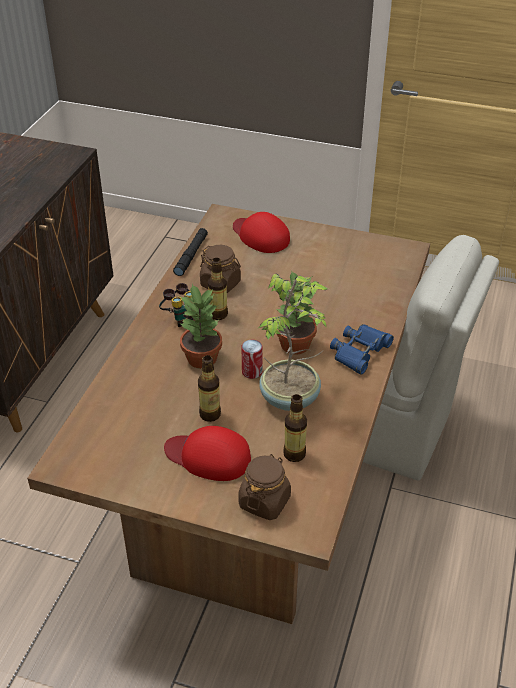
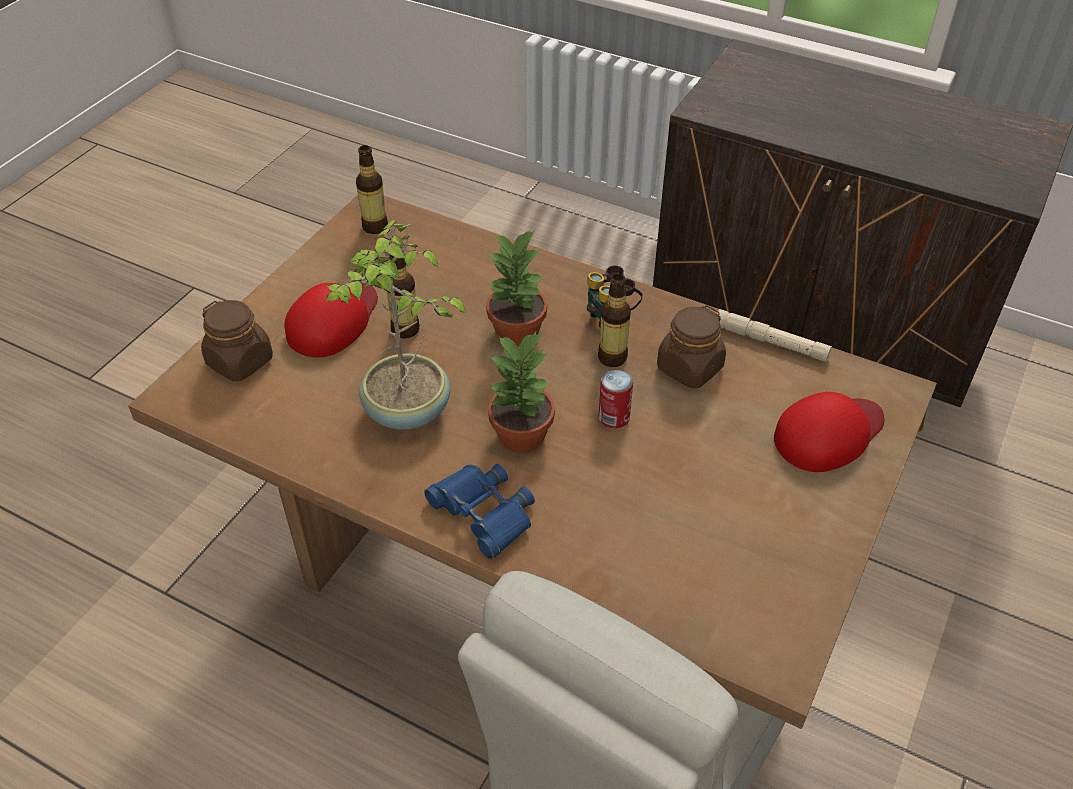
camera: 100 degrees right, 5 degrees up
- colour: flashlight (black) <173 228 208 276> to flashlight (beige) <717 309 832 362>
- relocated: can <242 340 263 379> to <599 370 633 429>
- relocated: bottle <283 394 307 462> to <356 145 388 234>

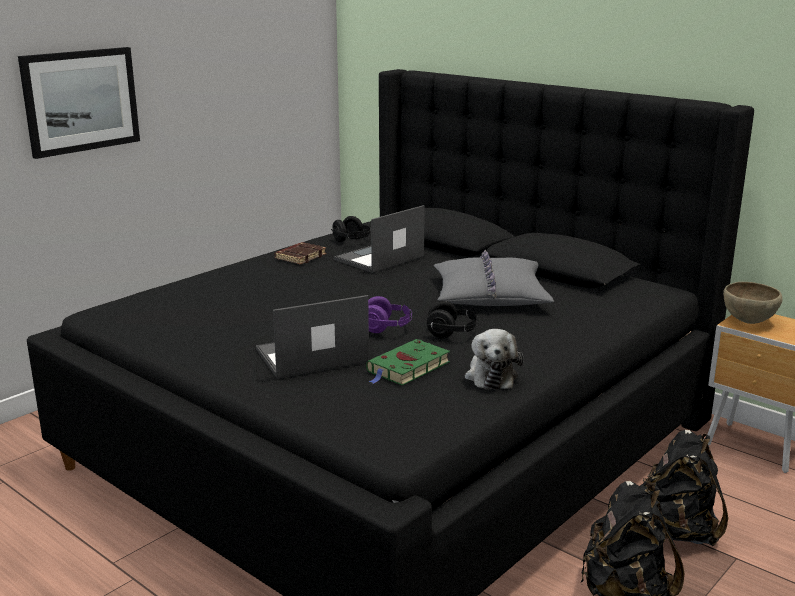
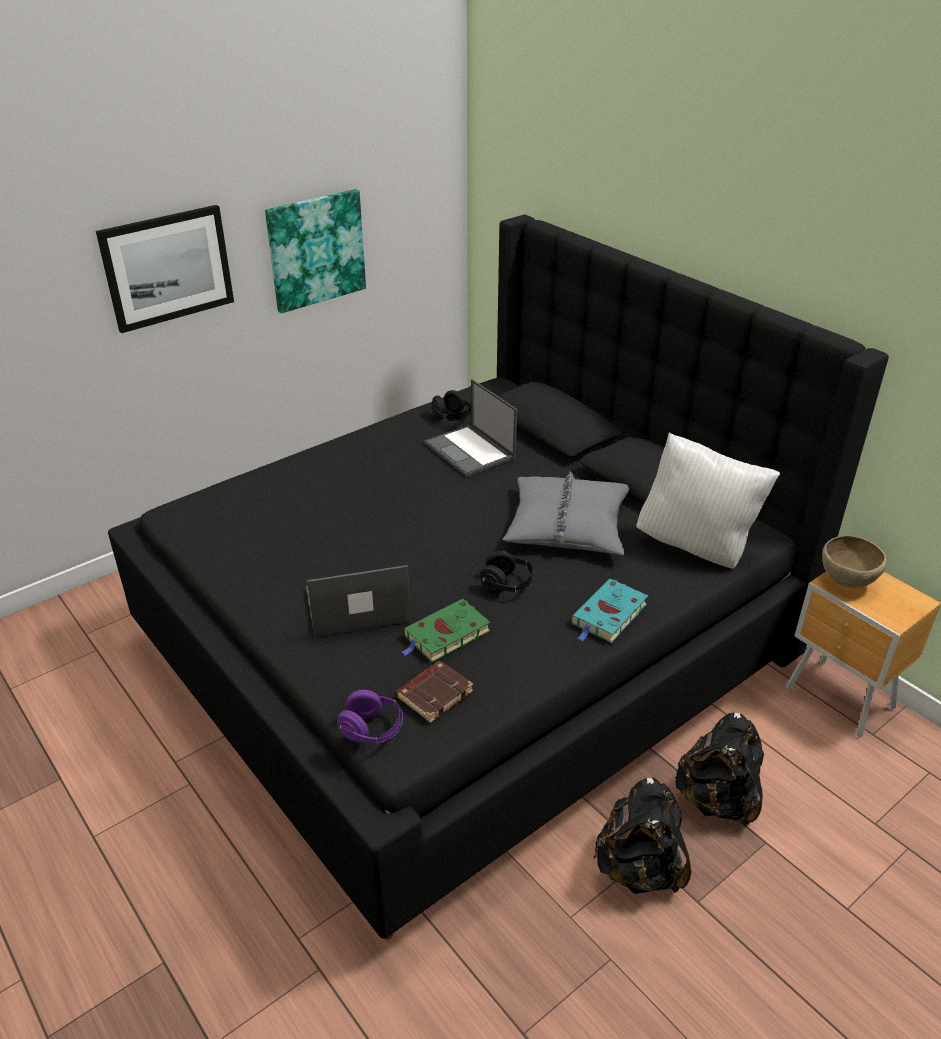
camera: 10 degrees right, 15 degrees up
- relocated: book (brown) <275 242 326 265> to <396 661 474 723>
- spun: laptop <334 205 425 273> = <424 379 517 477> 90 degrees counterclockwise
- relocated: headphones (purple) <368 296 412 333> to <336 690 403 744>
- missing: plush toy <465 329 523 390>
- appeared: picture <265 189 366 313>
- appeared: book (turquoise) <571 579 648 643>
- appeared: pillow (white) <636 433 780 568>

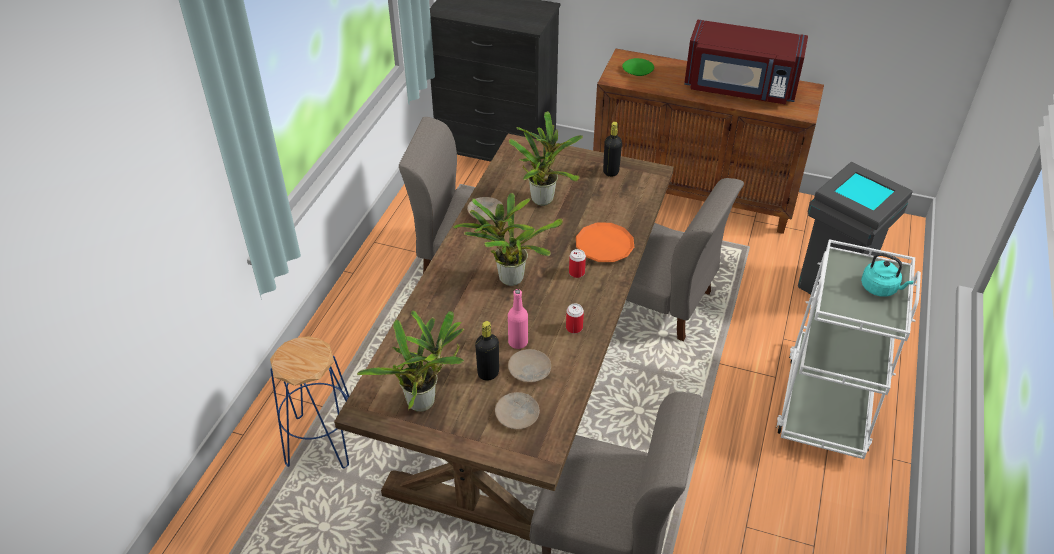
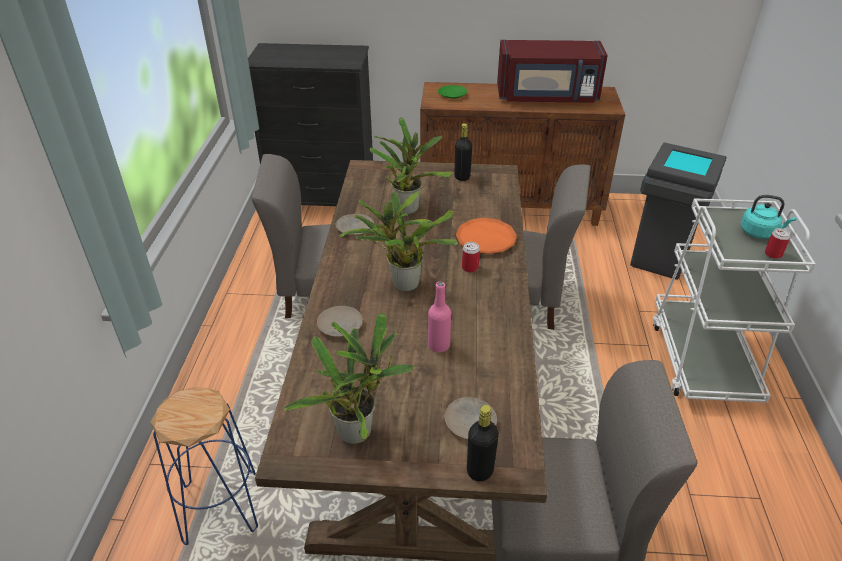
camera: 15 degrees left, 5 degrees down
- relocated: bottle (black) <475 321 499 381> to <467 405 499 481>
- relocated: plate (beige) <508 349 551 382> to <317 306 363 337>
- relocated: can <566 304 584 334> to <765 228 791 259>

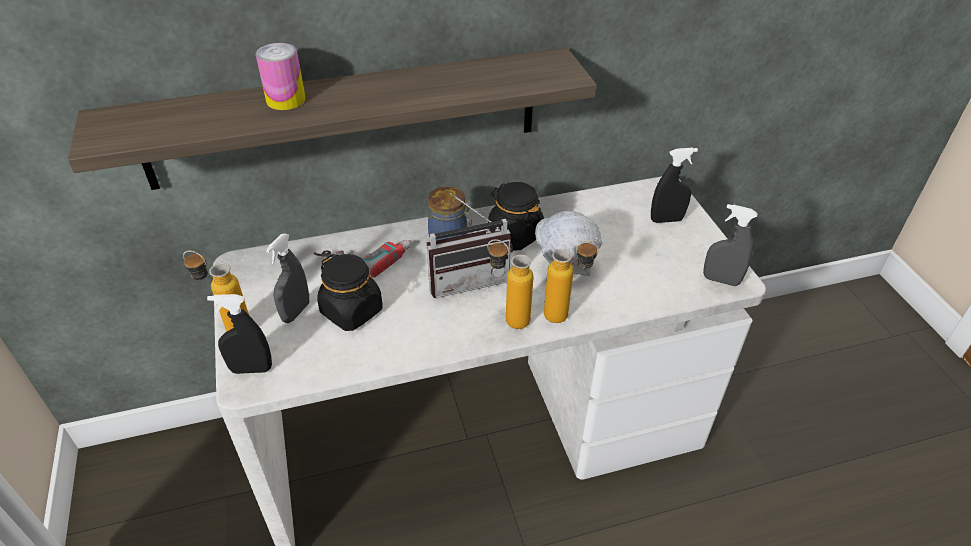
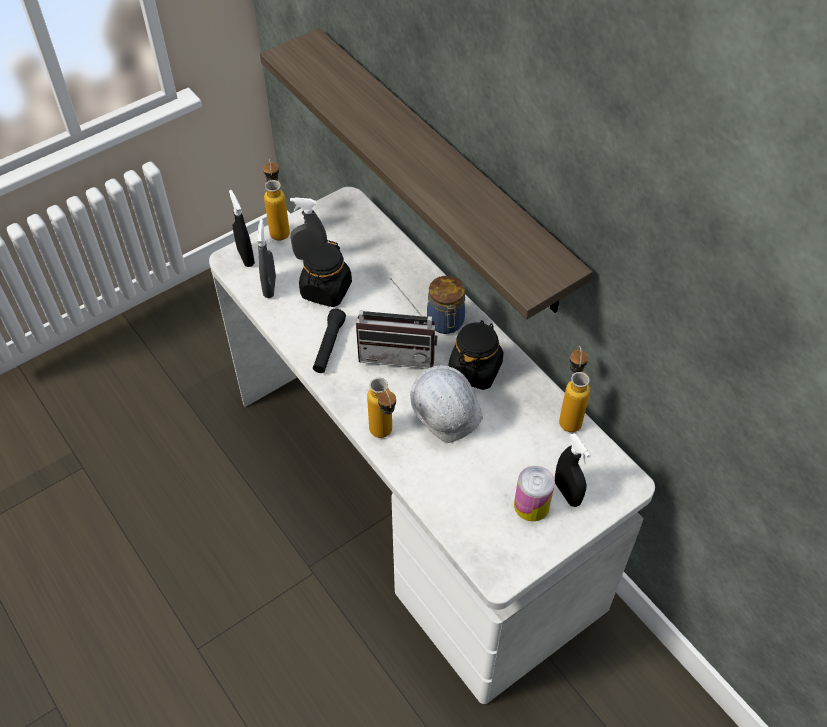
camera: 70 degrees right, 10 degrees up
- relocated: can <256 43 306 110> to <514 466 555 521>
- missing: power drill <313 240 411 277>
- spun: radio <427 192 513 298> = <356 278 437 369> 45 degrees counterclockwise
- relocated: bottle <488 239 533 329> to <559 346 590 432>
- relocated: spray bottle (grey) <703 204 758 286> to <257 219 276 298>
- appeared: flashlight (black) <313 309 346 373>

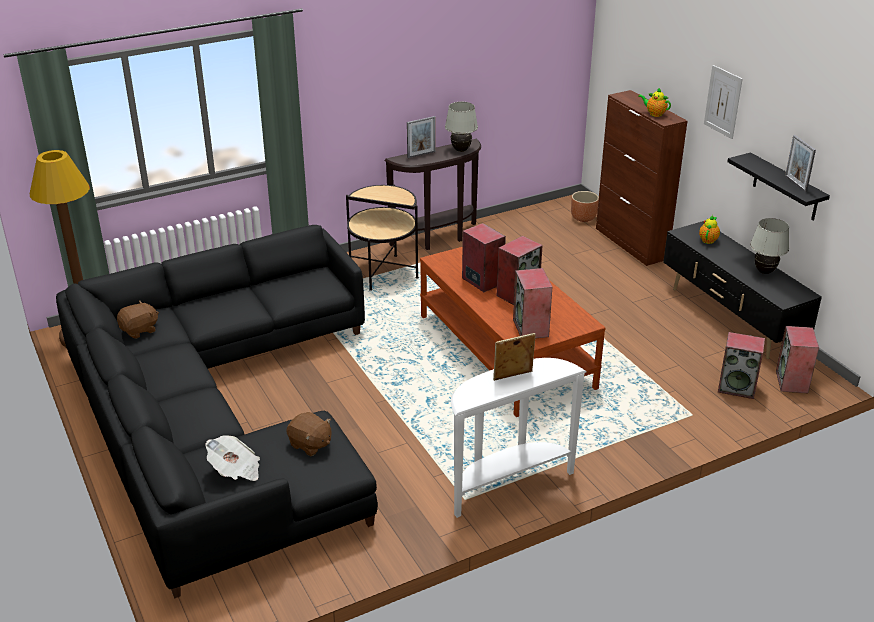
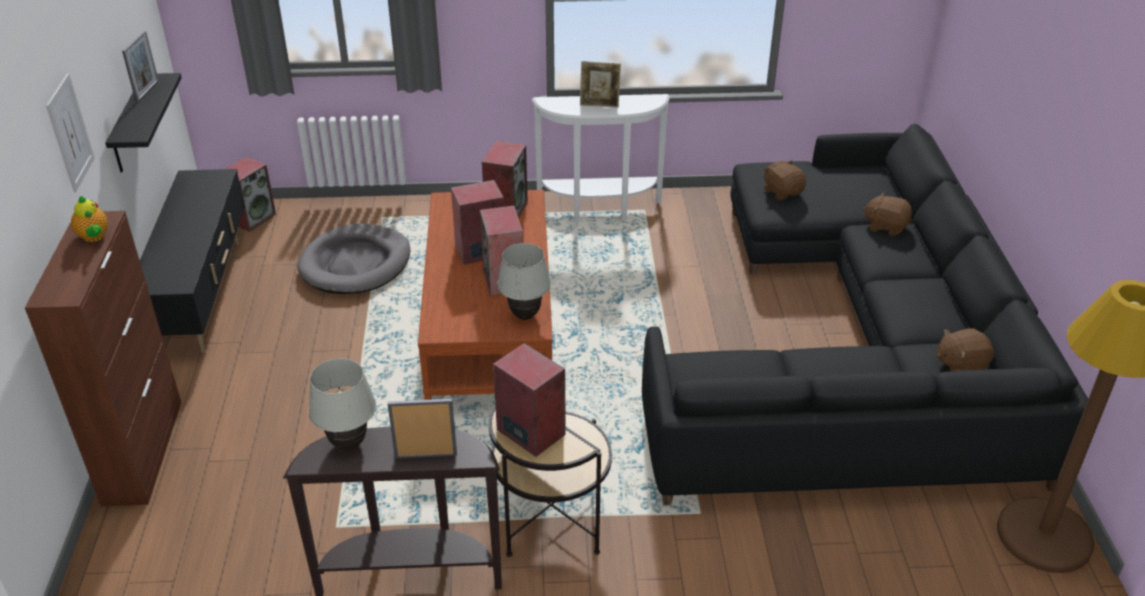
camera: 155 degrees left, 5 degrees up
- missing: newspaper <205 435 260 481>
- missing: planter (brown) <571 191 599 222>
- missing: teapot <699 215 720 244>
- relocated: speaker <718 332 765 399> to <493 343 566 457>
- relocated: table lamp (white) <750 218 789 274> to <497 243 551 320>
- appeared: dog bed (grey) <297 224 410 294>
- appeared: plush toy (brown) <863 192 912 236>

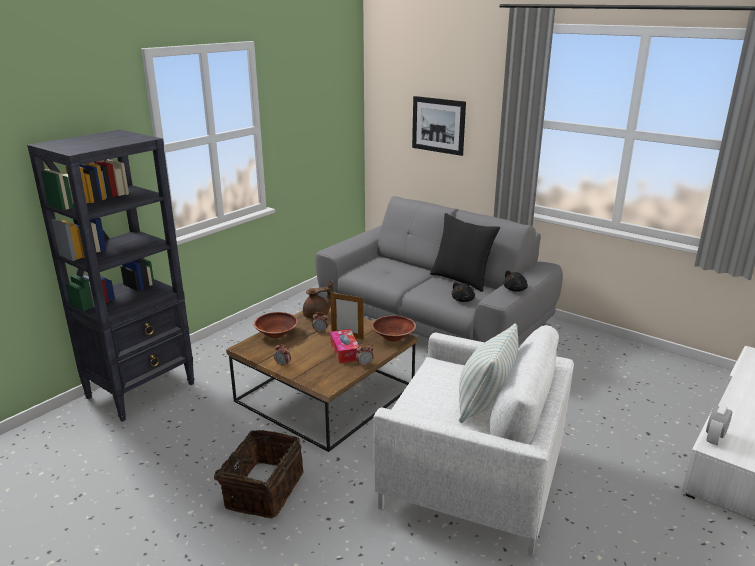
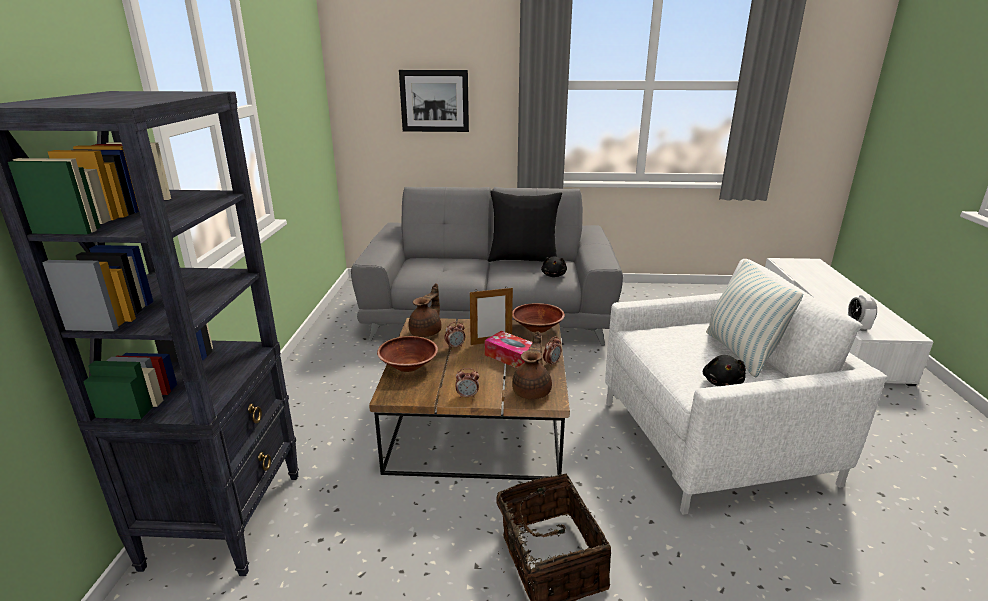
camera: 35 degrees left, 0 degrees up
- relocated: plush toy (black) <503 270 528 292> to <703 355 746 386>
- appeared: teapot (brown) <512 331 552 399>

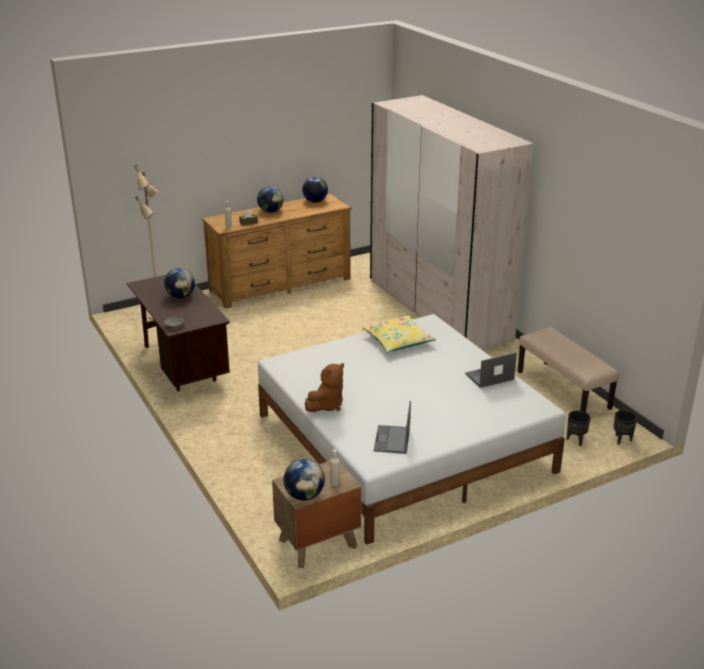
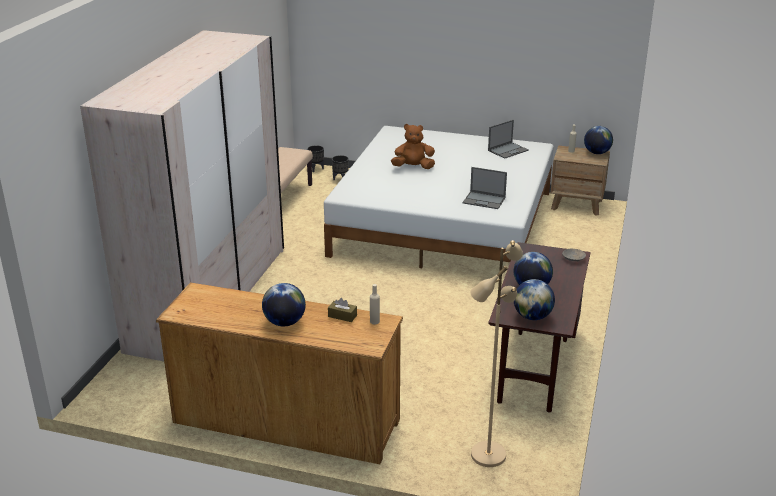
camera: 135 degrees left, 0 degrees up
- relocated: globe <302 177 328 203> to <514 279 555 320>
- relocated: plush toy (brown) <305 363 344 412> to <391 124 435 169>
- missing: pillow (yellow) <362 315 436 353>
- relocated: laptop <465 353 517 388> to <463 167 507 209>

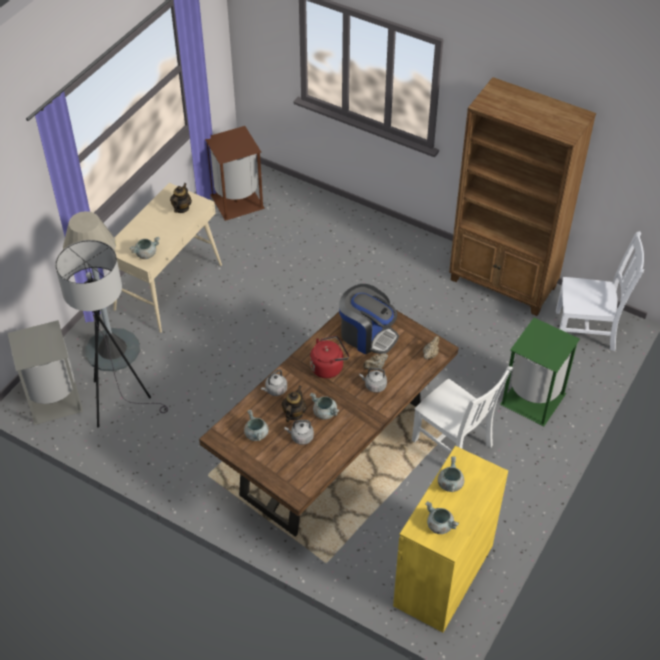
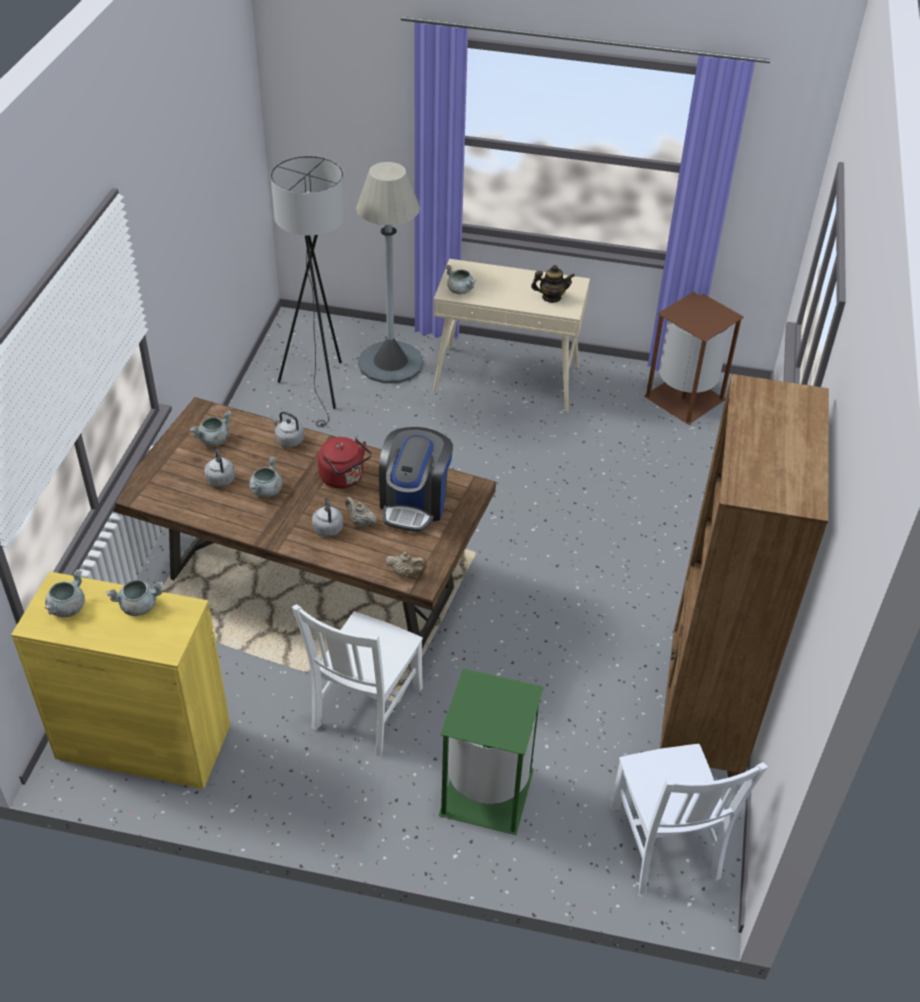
camera: 70 degrees right, 5 degrees down
- missing: trash can (grey) <8 320 83 425>
- missing: teapot <282 386 307 422>

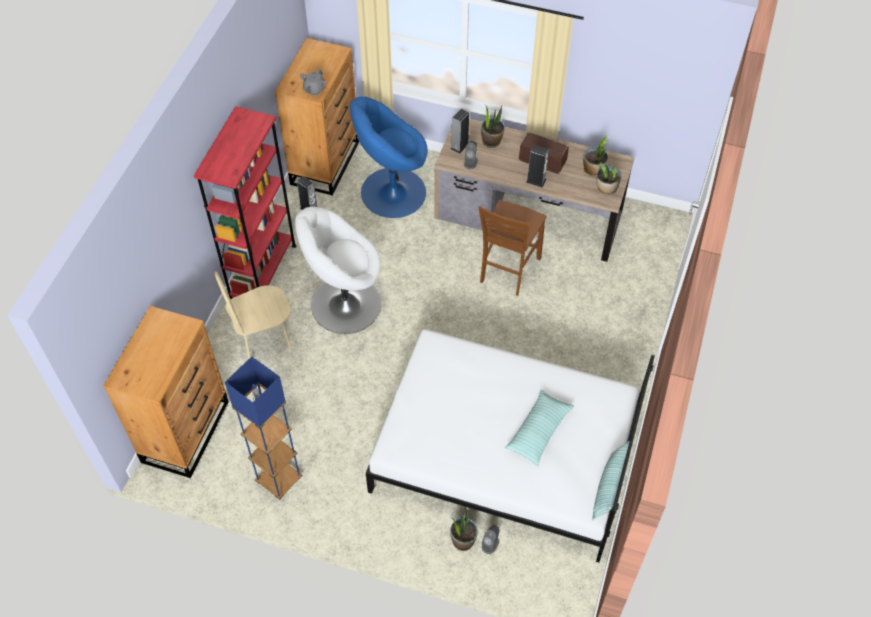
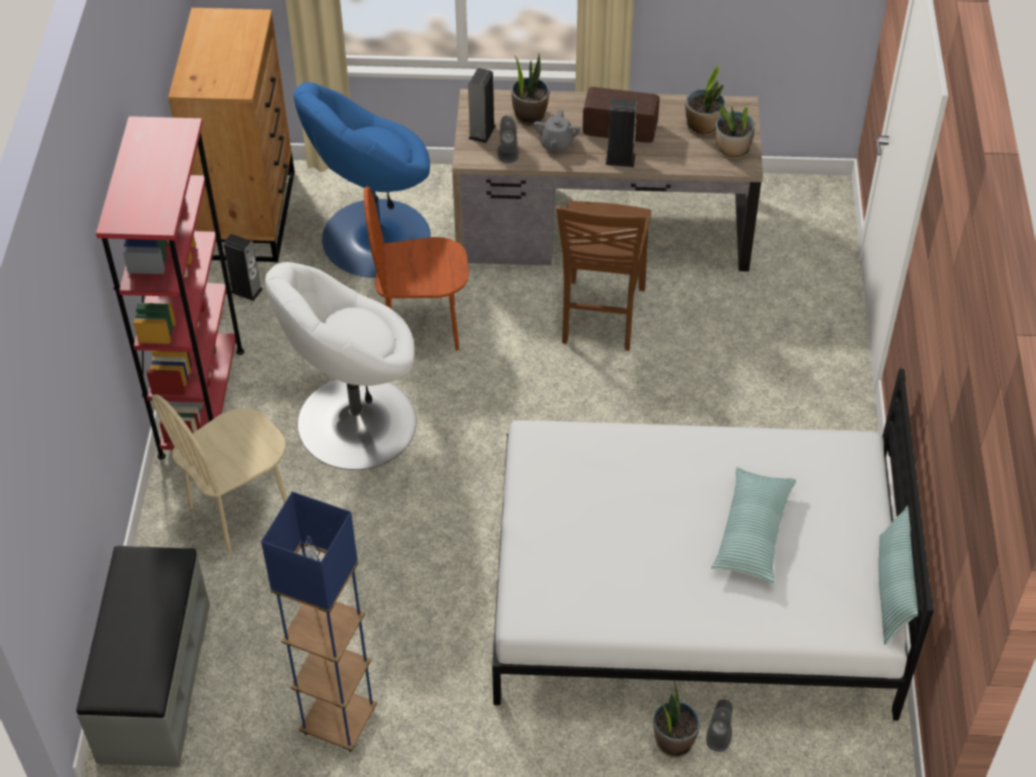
camera: 15 degrees left, 5 degrees down
- exchanged: dresser (brown) <103 306 229 478> to bench (grey) <76 546 210 767>
- relocated: teapot (grey) <300 69 327 96> to <533 109 581 153>
- appeared: chair (brown) <364 187 469 351>

